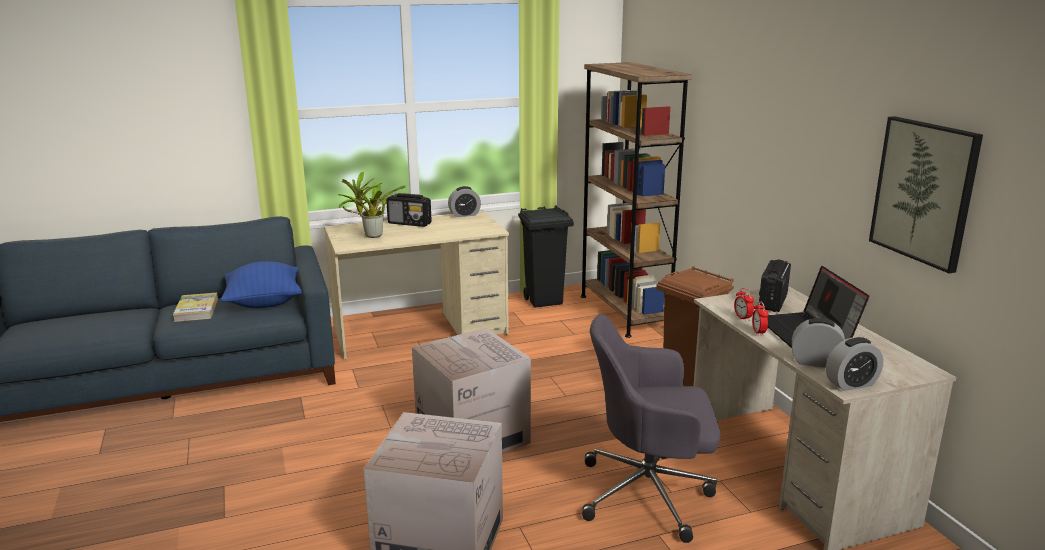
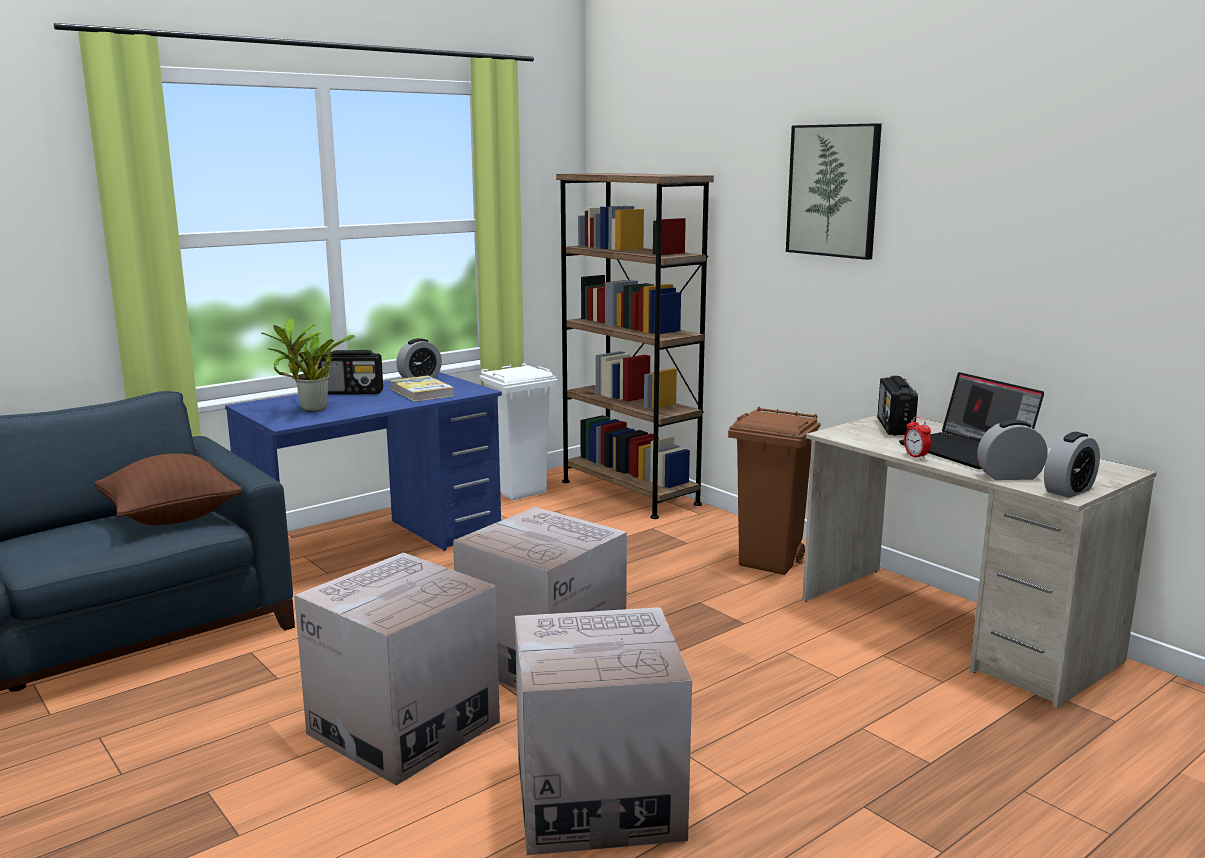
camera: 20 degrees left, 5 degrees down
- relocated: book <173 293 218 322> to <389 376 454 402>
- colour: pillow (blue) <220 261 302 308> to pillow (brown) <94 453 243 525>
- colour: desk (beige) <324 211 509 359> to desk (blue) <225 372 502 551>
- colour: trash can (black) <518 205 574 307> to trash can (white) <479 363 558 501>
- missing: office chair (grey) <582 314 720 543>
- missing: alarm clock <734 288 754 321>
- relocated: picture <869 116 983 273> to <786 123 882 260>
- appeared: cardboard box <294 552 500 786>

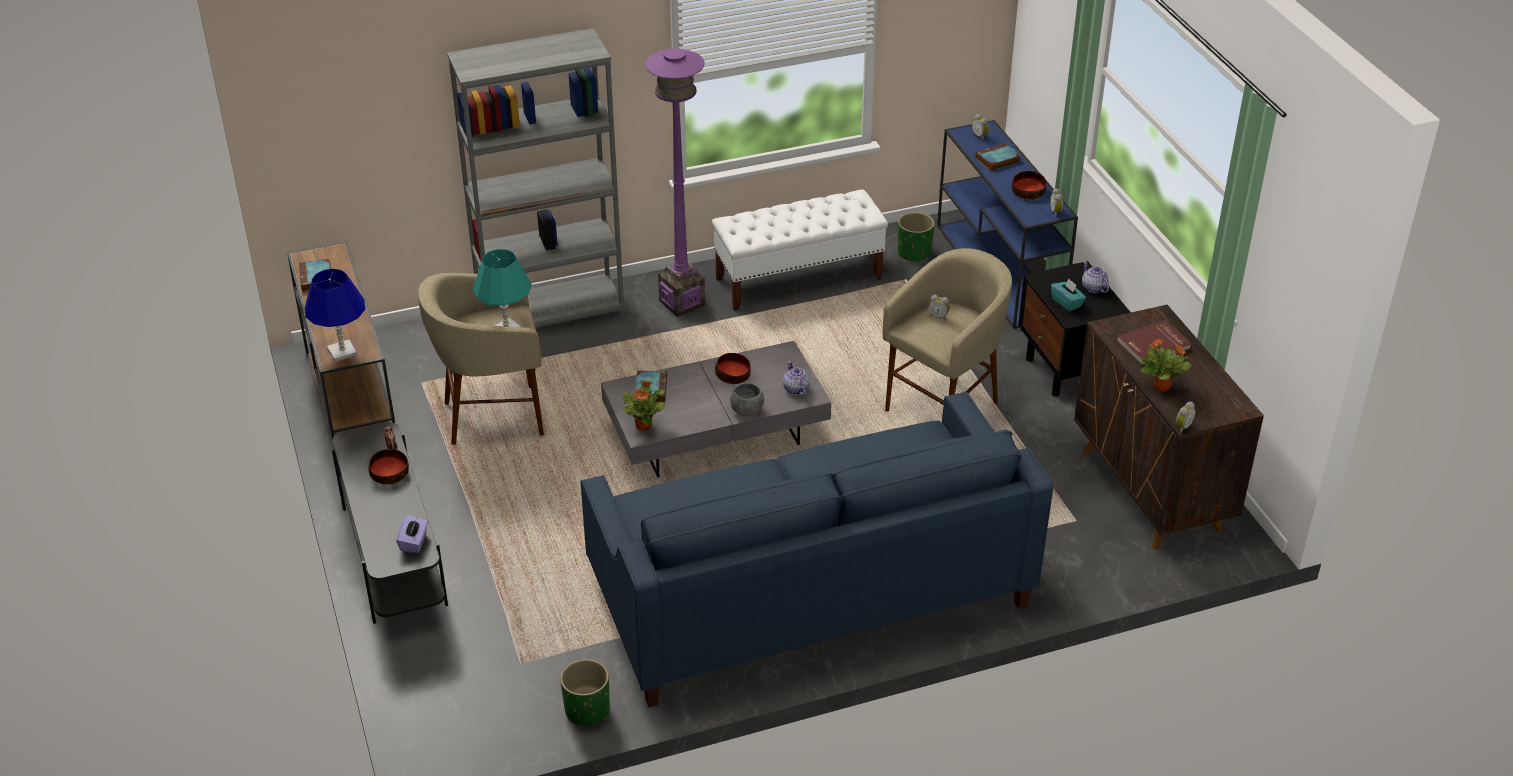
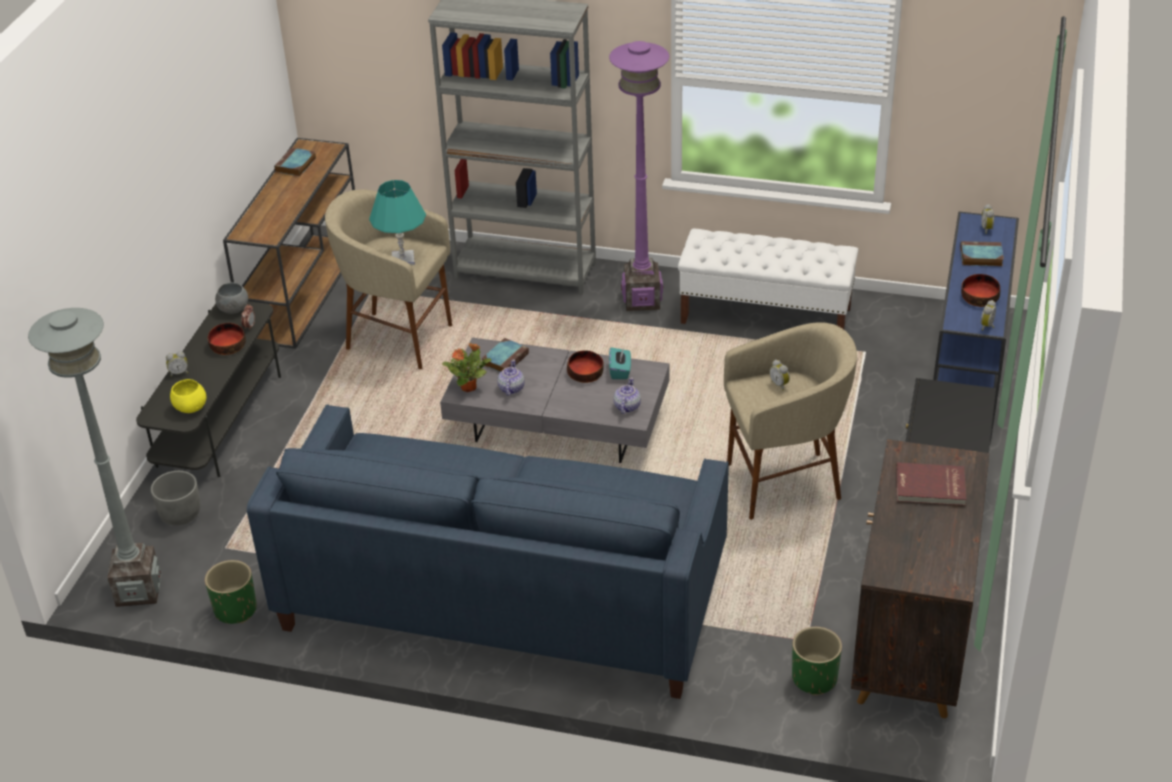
camera: 35 degrees right, 0 degrees up
- missing: table lamp (blue) <305 269 365 362>
- exchanged: tissue box (purple) <396 515 428 553> to bowl (yellow) <170 379 206 413>
- relocated: bowl (grey) <730 383 764 416> to <215 283 248 314>
- relocated: planter (green) <898 212 935 262> to <792 627 842 696>
- relocated: tissue box (turquoise) <1051 278 1086 312> to <609 347 631 379>
- relocated: teapot <1082 262 1109 293> to <498 360 524 396>
- missing: potted plant <1141 338 1192 392>
- relocated: alarm clock <1176 401 1196 433> to <166 351 188 377>
- appeared: floor lamp (grey) <28 308 162 607>
- appeared: planter (grey) <151 471 200 526>

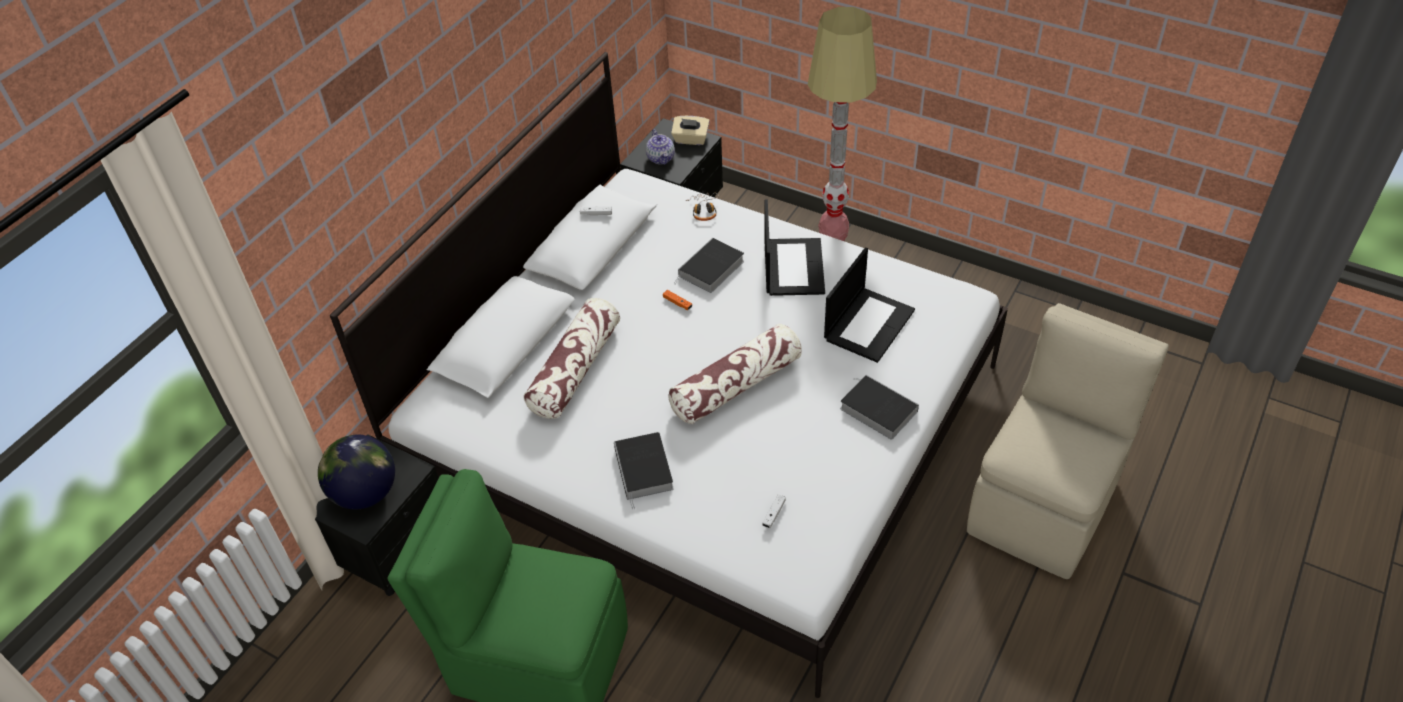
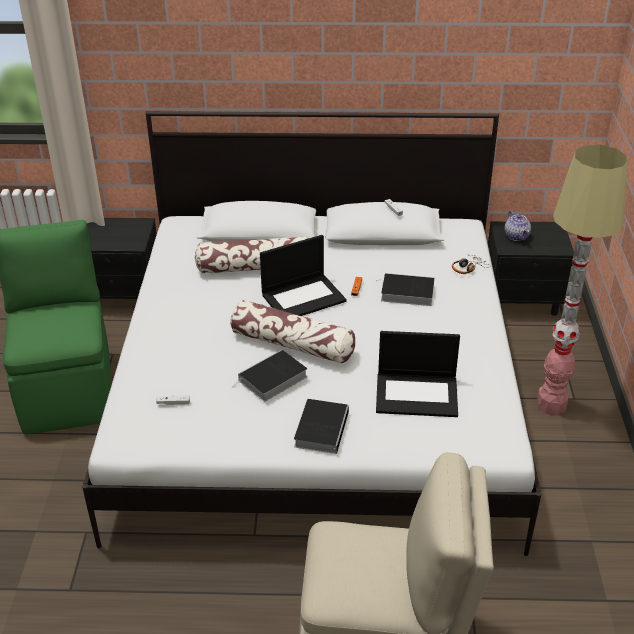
camera: 60 degrees right, 10 degrees down
- missing: globe <318 435 395 509>
- relocated: book <614 432 674 509> to <232 350 307 402>
- spun: teapot <646 129 675 165> = <505 211 531 241> 60 degrees counterclockwise
- missing: tissue box (beige) <671 116 710 145>
- relocated: laptop <764 199 825 296> to <260 235 347 316>

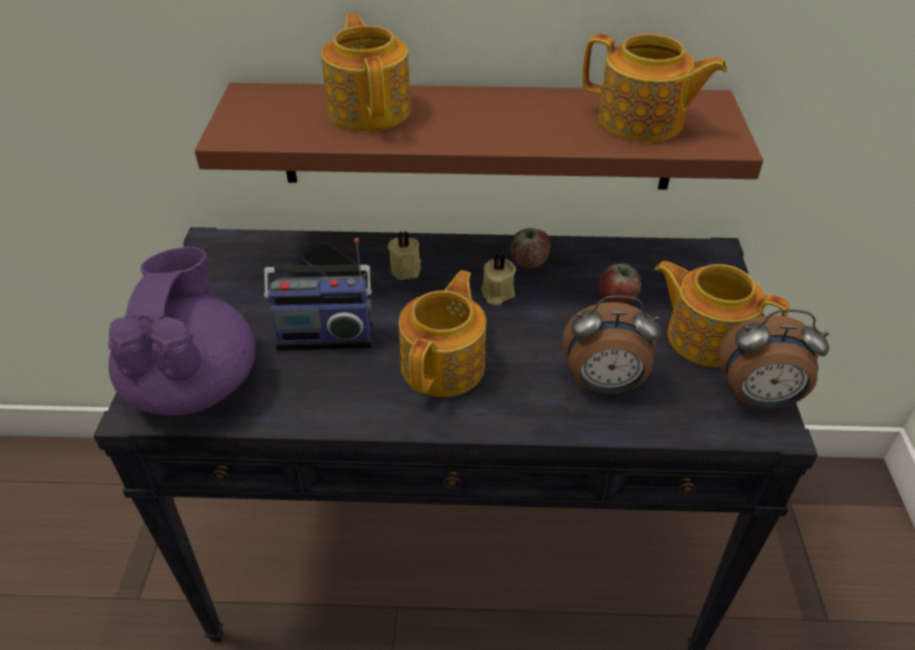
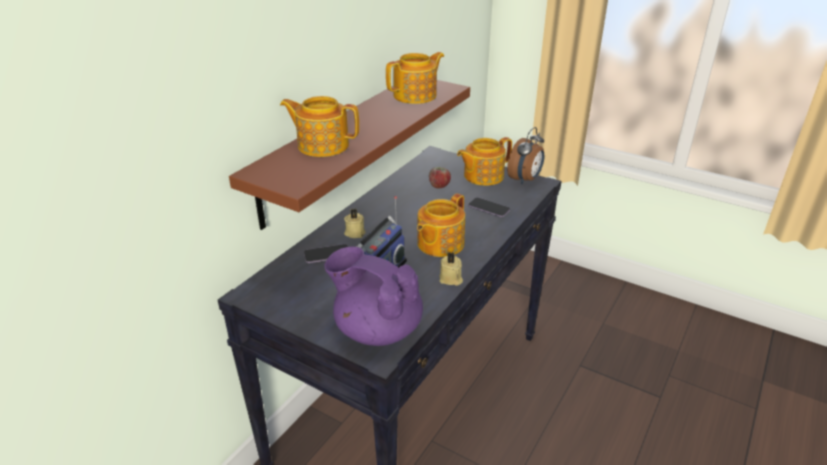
camera: 60 degrees left, 10 degrees down
- spun: teapot <399 270 486 397> = <417 193 465 257> 105 degrees counterclockwise
- relocated: candle (beige) <481 254 516 305> to <439 252 463 286>
- missing: apple <510 228 551 268>
- exchanged: alarm clock <563 295 661 394> to phone <468 197 510 217>

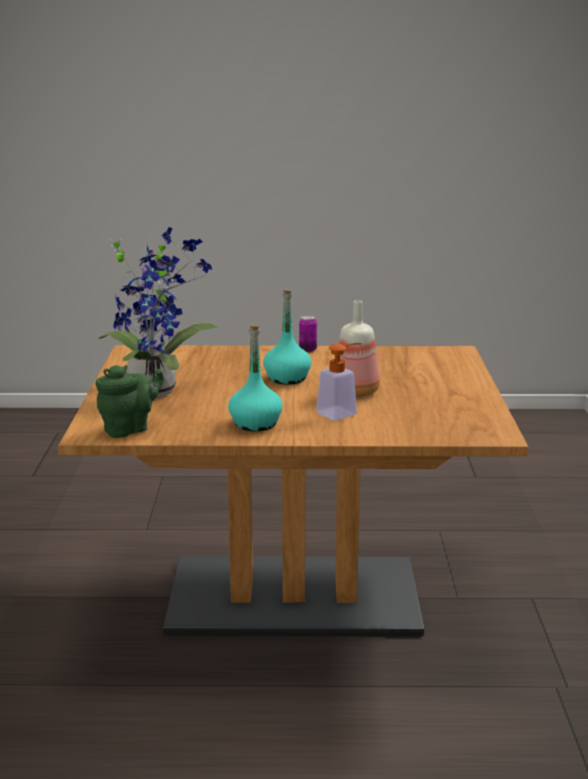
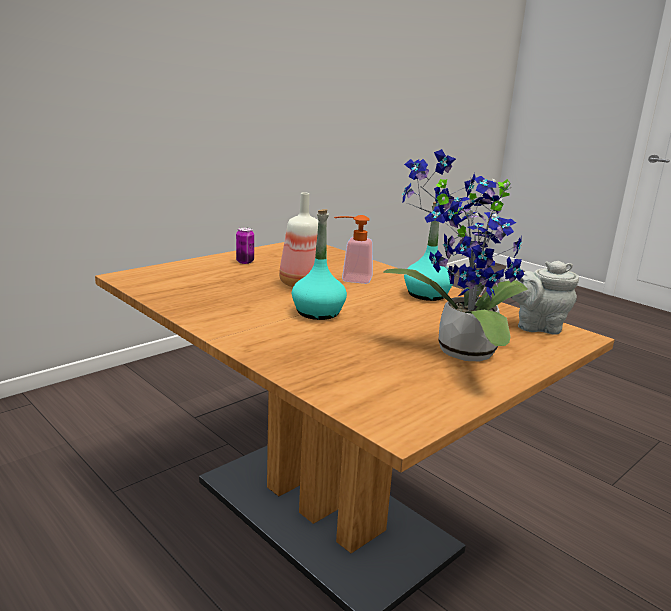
camera: 135 degrees left, 0 degrees up
- colour: teapot (green) <96 365 164 438> to teapot (grey) <500 261 579 335>
- relocated: can <299 316 317 352> to <236 227 254 264>

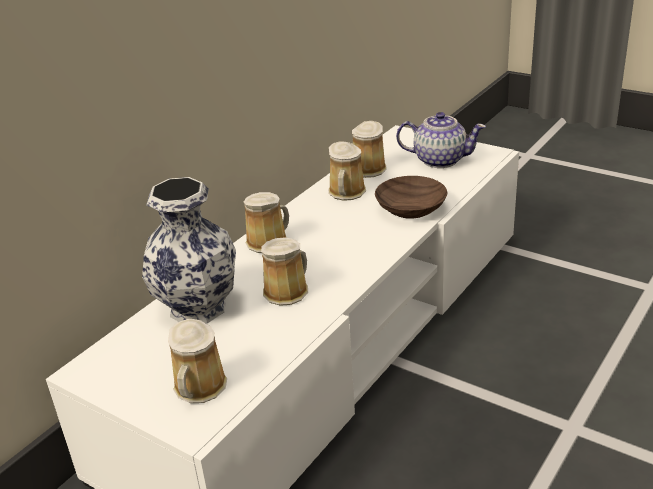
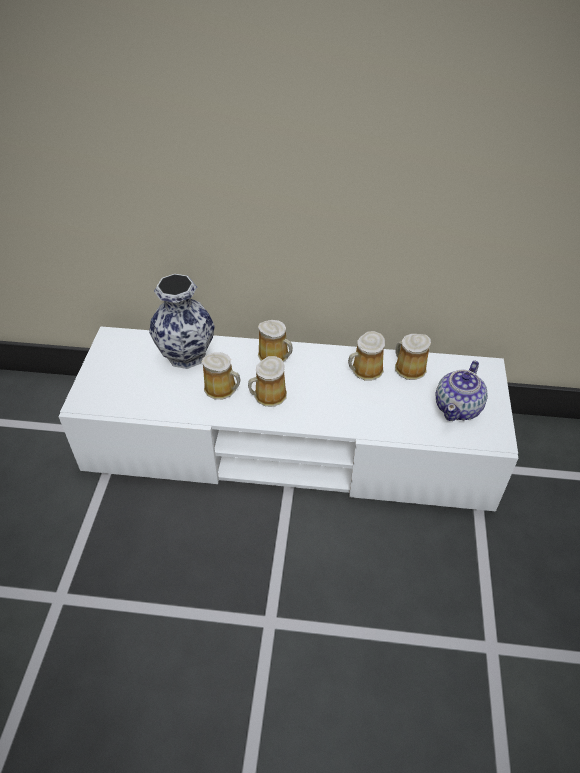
camera: 60 degrees right, 15 degrees up
- relocated: mug <168 319 227 403> to <248 356 287 407>
- missing: bowl (brown) <375 176 448 219>
- spun: teapot <396 112 486 168> = <436 361 488 421> 45 degrees clockwise

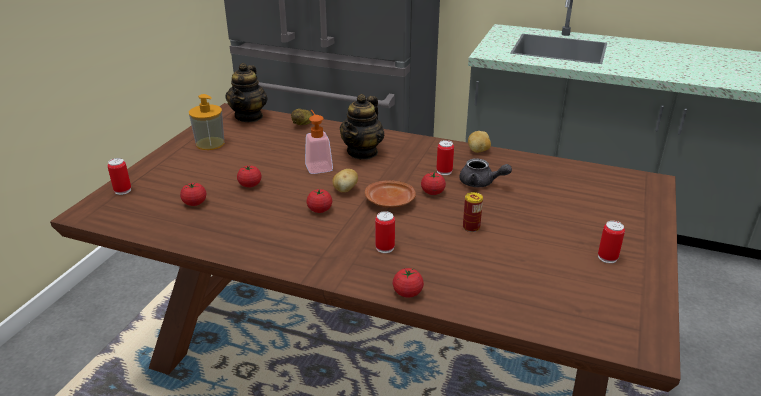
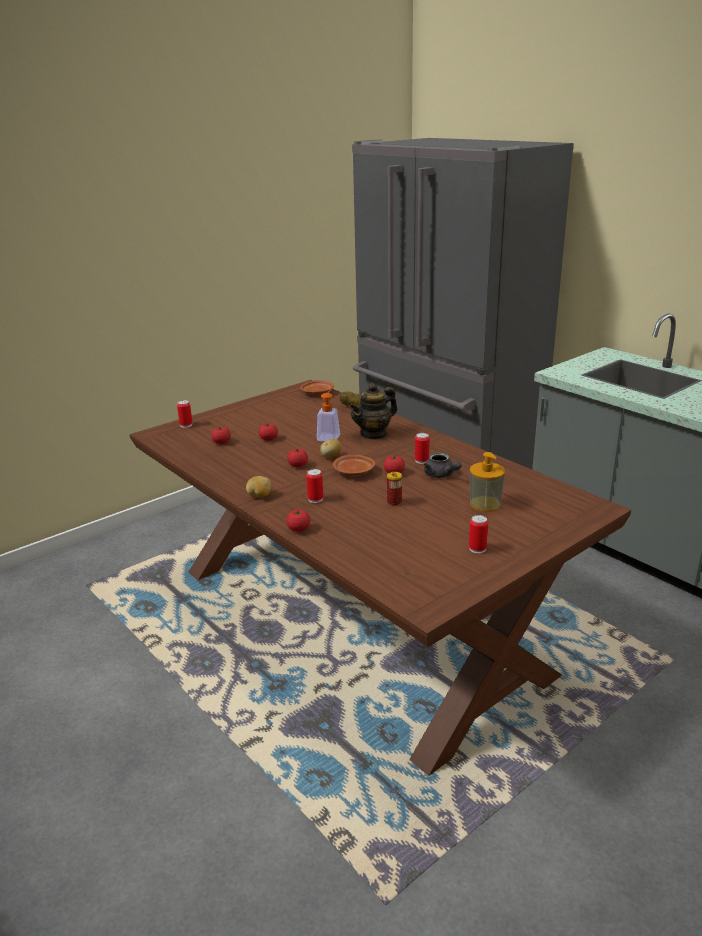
camera: 30 degrees right, 5 degrees down
- relocated: soap dispenser <189 94 224 150> to <470 452 505 512>
- exchanged: teapot <225 63 268 122> to plate (brown) <300 380 334 395>
- relocated: potato <468 131 491 153> to <246 476 272 498>

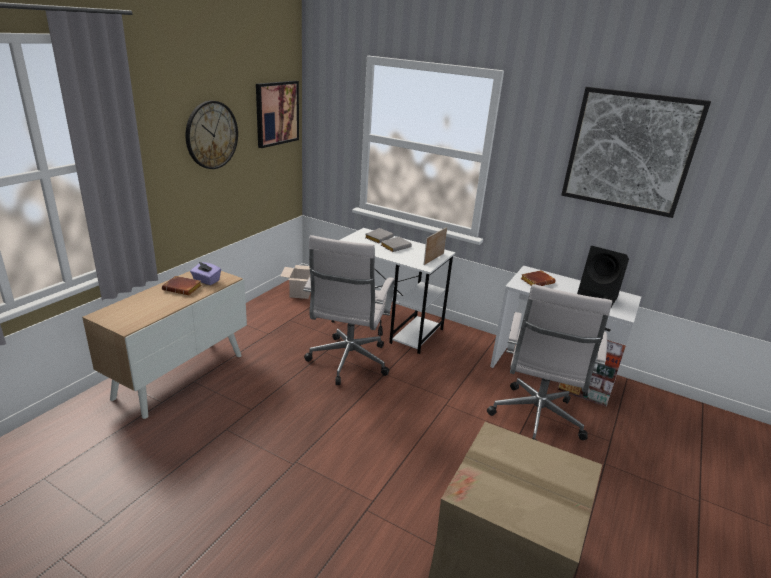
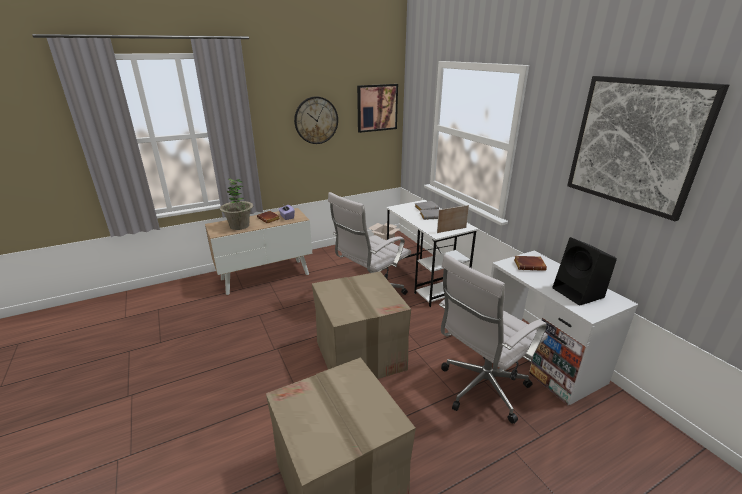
camera: 35 degrees right, 0 degrees up
- appeared: potted plant <220 178 253 230>
- appeared: cardboard box <312 271 411 379>

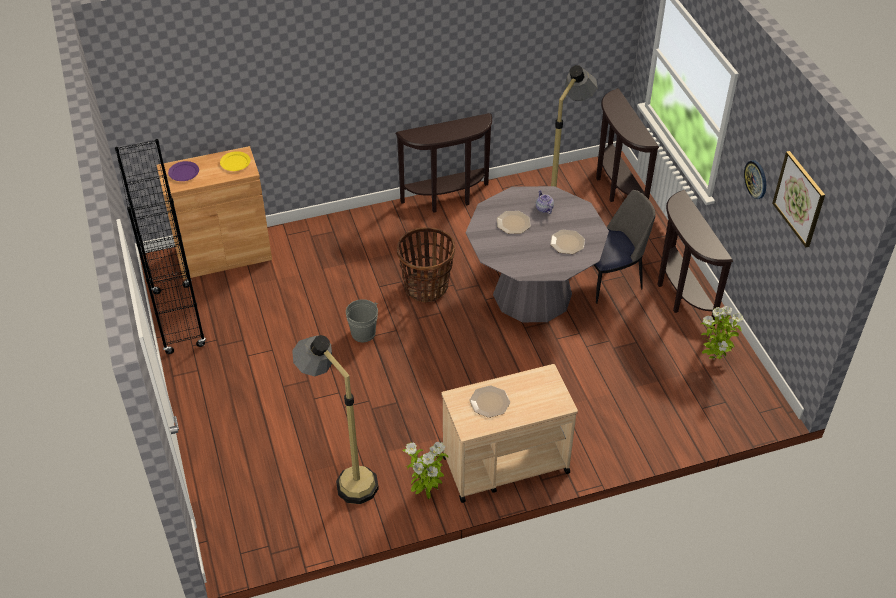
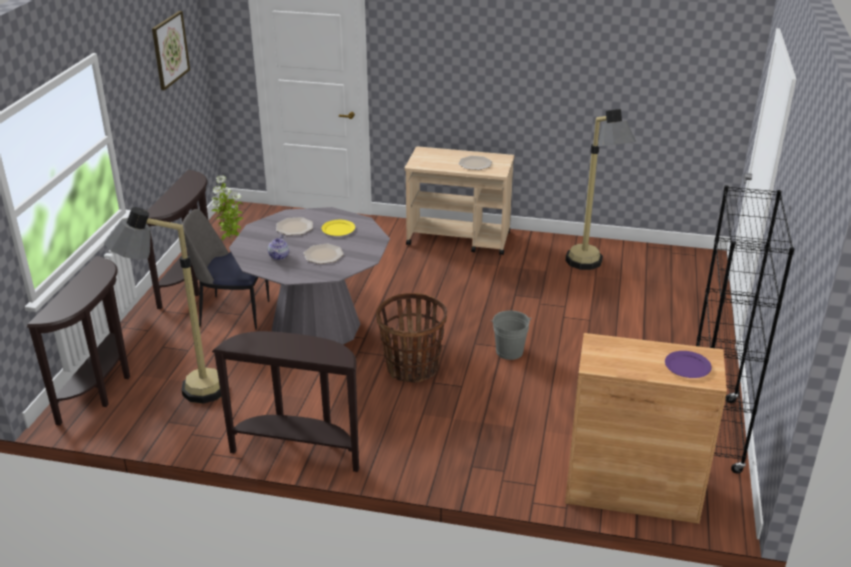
camera: 150 degrees left, 15 degrees down
- relocated: plate (yellow) <220 151 250 171> to <321 220 355 236>
- missing: potted plant <402 442 448 499>
- missing: wall clock <744 160 766 199>

